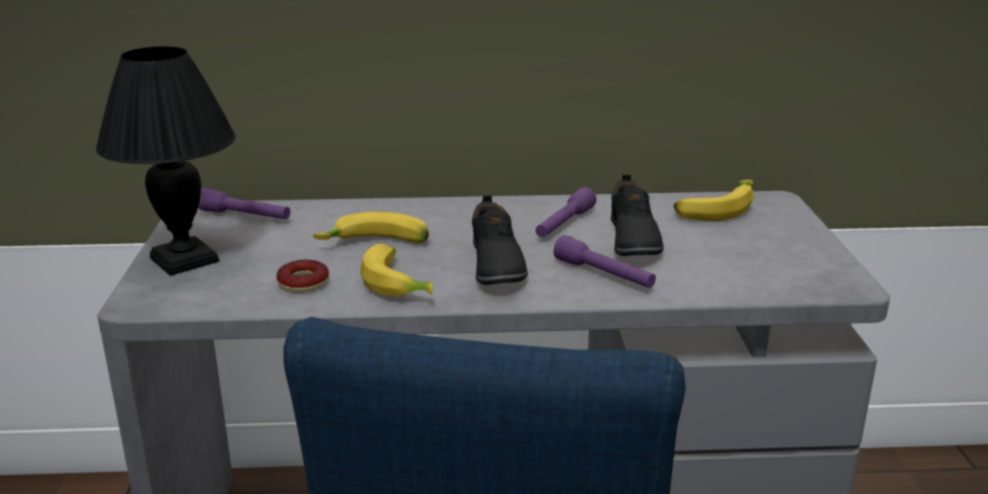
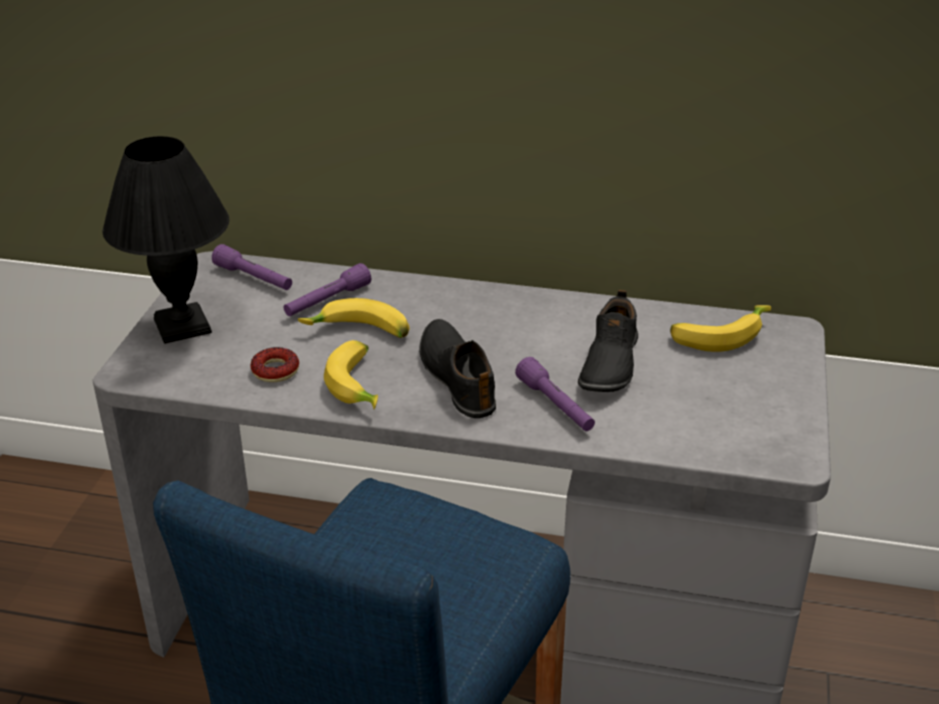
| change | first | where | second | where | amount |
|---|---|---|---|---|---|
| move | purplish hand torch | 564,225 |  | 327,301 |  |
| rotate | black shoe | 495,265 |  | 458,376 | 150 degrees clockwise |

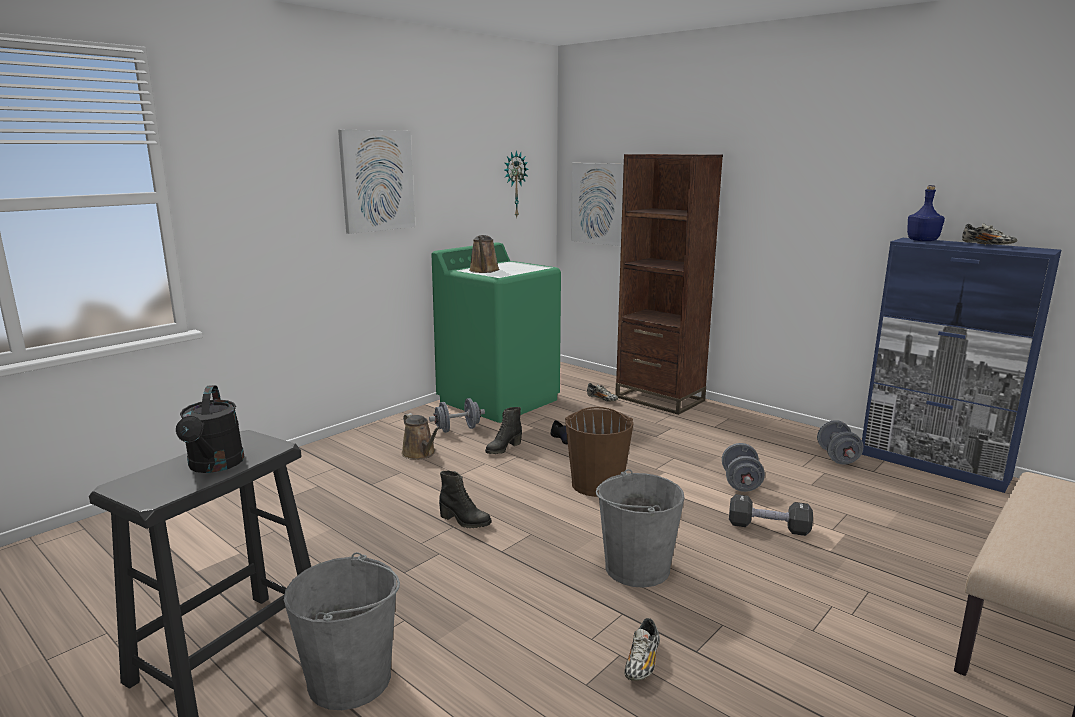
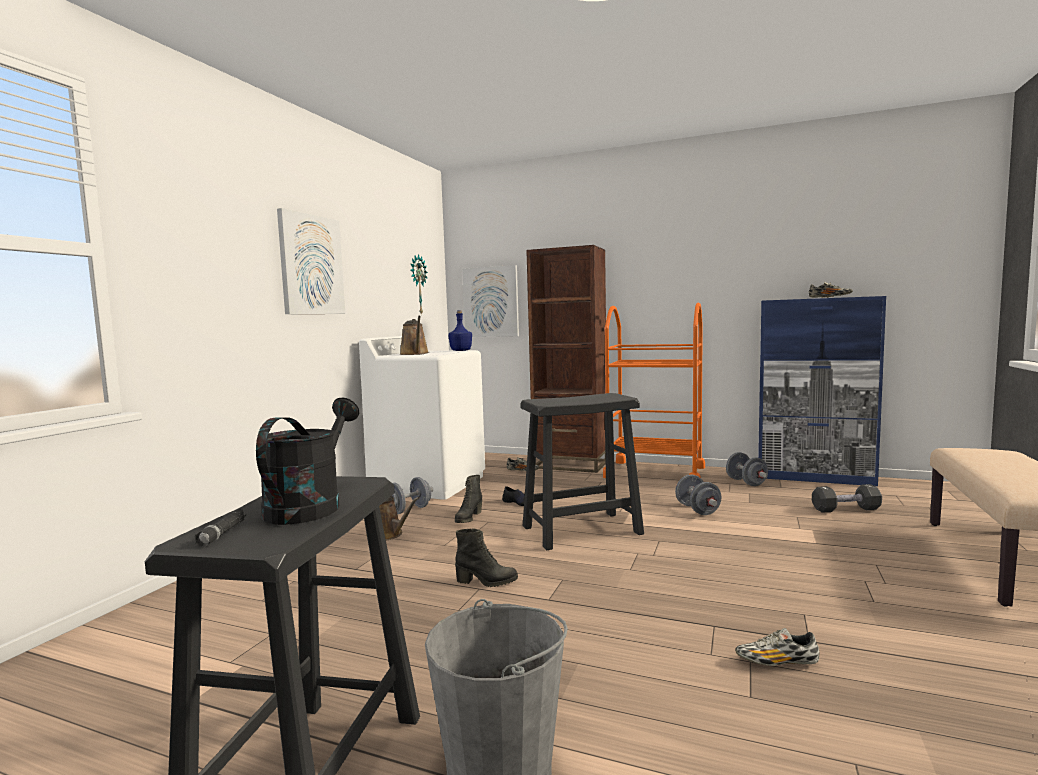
| change | first | where | second | where | amount |
|---|---|---|---|---|---|
| insert |  |  | black hand torch | 222,533 |  |
| rotate | black sprinkling can | 214,466 |  | 310,505 | 135 degrees counterclockwise |
| recolor | green-coloured laundry machine | 499,400 | white laundry machine | 429,483 |  |
| move | blue drink bottle | 923,241 |  | 461,351 |  |
| replace | brown bucket | 597,484 | black sitting stool | 582,530 |  |
| insert |  |  | orange-coloured cart | 654,472 |  |
| rotate | shoe | 642,662 |  | 777,662 | 90 degrees clockwise |
| move | black free weight | 768,527 |  | 846,509 |  |
| delete | greyish bucket | 636,568 |  |  |  |

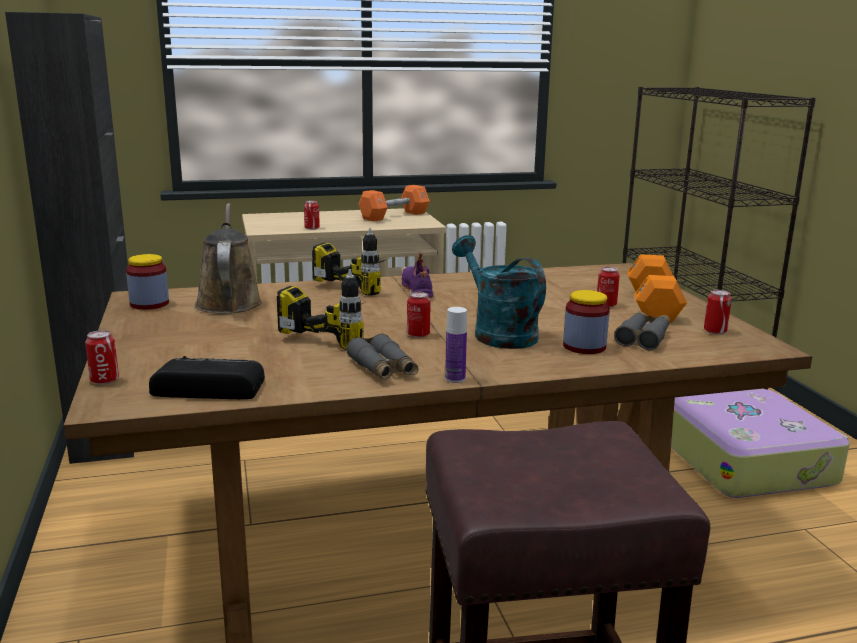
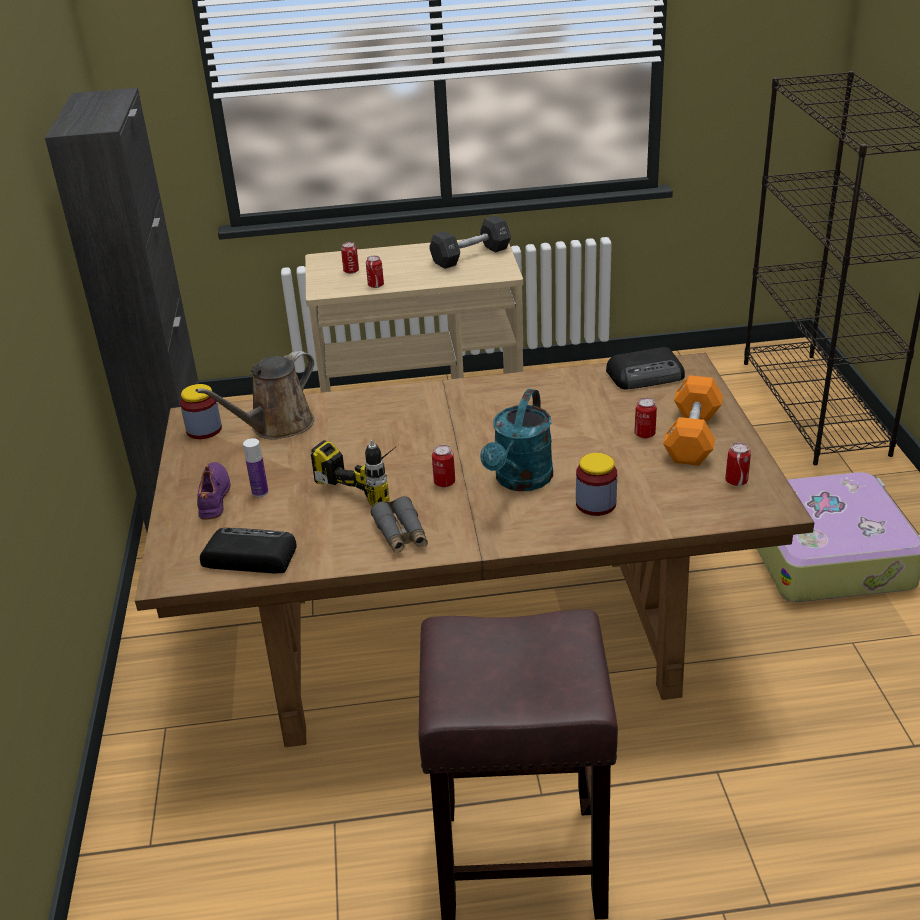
| change | first | where | second | where | amount |
|---|---|---|---|---|---|
| rotate | brown sprinkling can | 229,302 |  | 277,426 | 135 degrees counterclockwise |
| move | purplish shoe | 418,290 |  | 215,497 |  |
| move | drink bottle | 455,379 |  | 260,492 |  |
| move | can | 104,380 |  | 351,271 |  |
| recolor | orange-coloured free weight | 394,216 | black free weight | 471,256 |  |
| rotate | turquoise sprinkling can | 497,333 |  | 520,481 | 135 degrees counterclockwise |
| insert |  |  | radio set | 647,375 |  |
| delete | drill | 364,284 |  |  |  |
| delete | greyish field glasses | 644,337 |  |  |  |

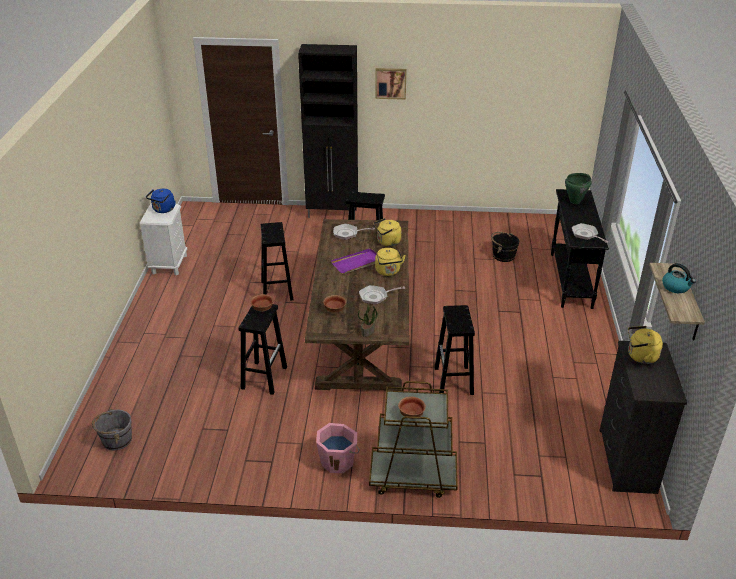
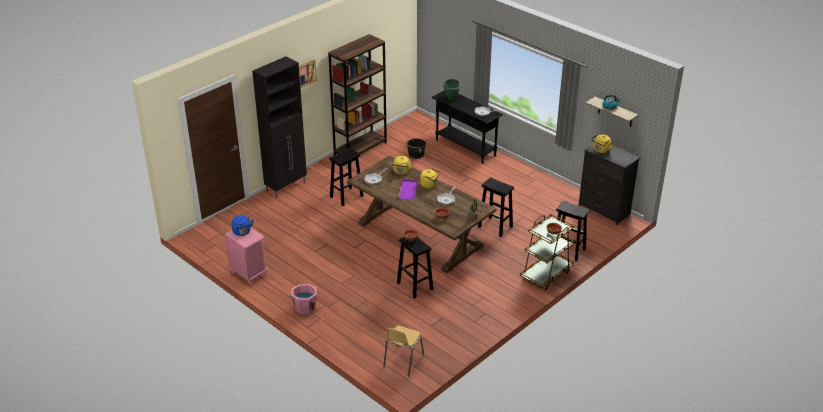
| change | first | where | second | where | amount |
|---|---|---|---|---|---|
| recolor | white night table | 169,264 | pink-coloured night table | 248,274 |  |
| move | pink-coloured bucket | 338,461 |  | 305,307 |  |
| insert |  |  | brown bookcase | 360,148 |  |
| replace | greyish bucket | 116,440 | yellow-coloured chair | 402,361 |  |
| move | black sitting stool | 276,290 |  | 567,251 |  |

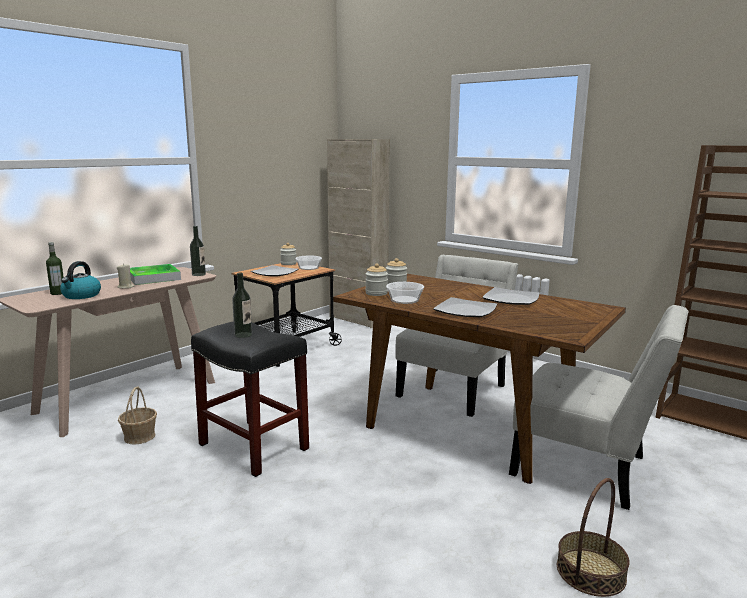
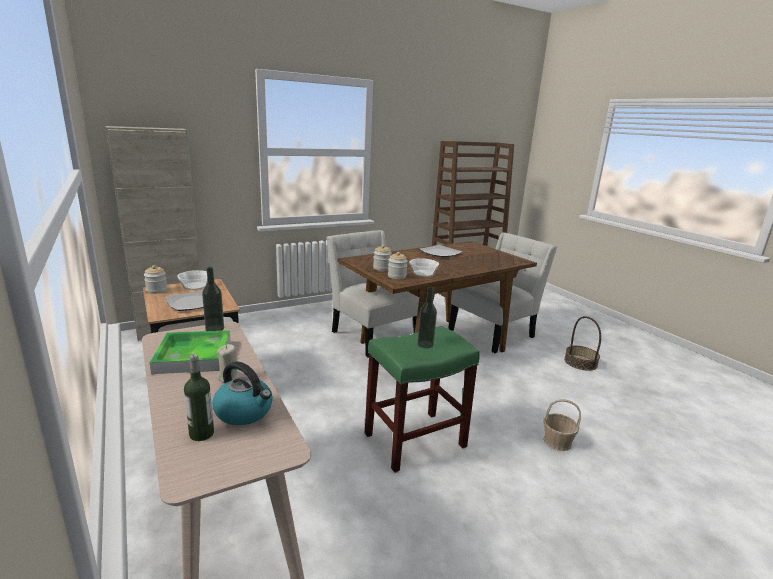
| change | first | where | second | where | amount |
|---|---|---|---|---|---|
| recolor | black sitting stool | 252,446 | green-coloured sitting stool | 414,441 |  |
| move | storage basket | 140,437 |  | 557,441 |  |
| delete | dinner plate | 466,310 |  |  |  |

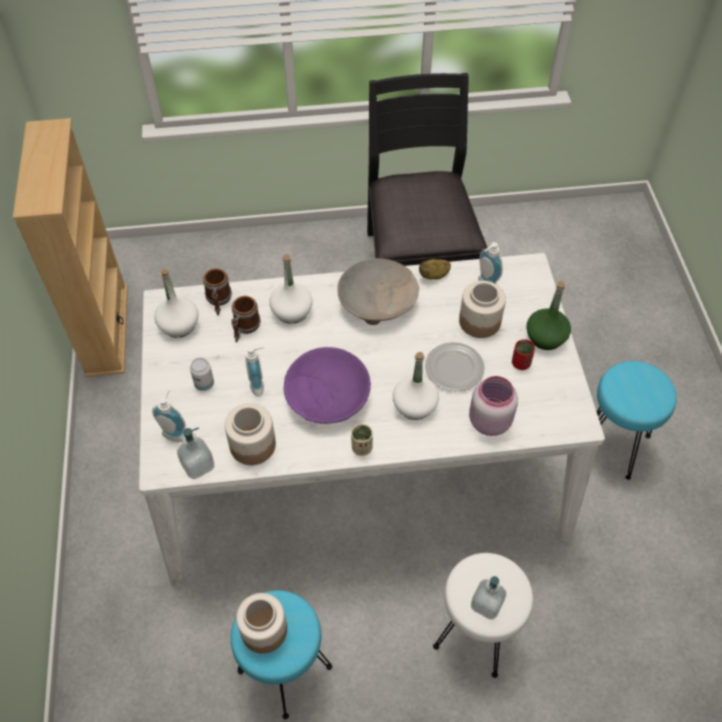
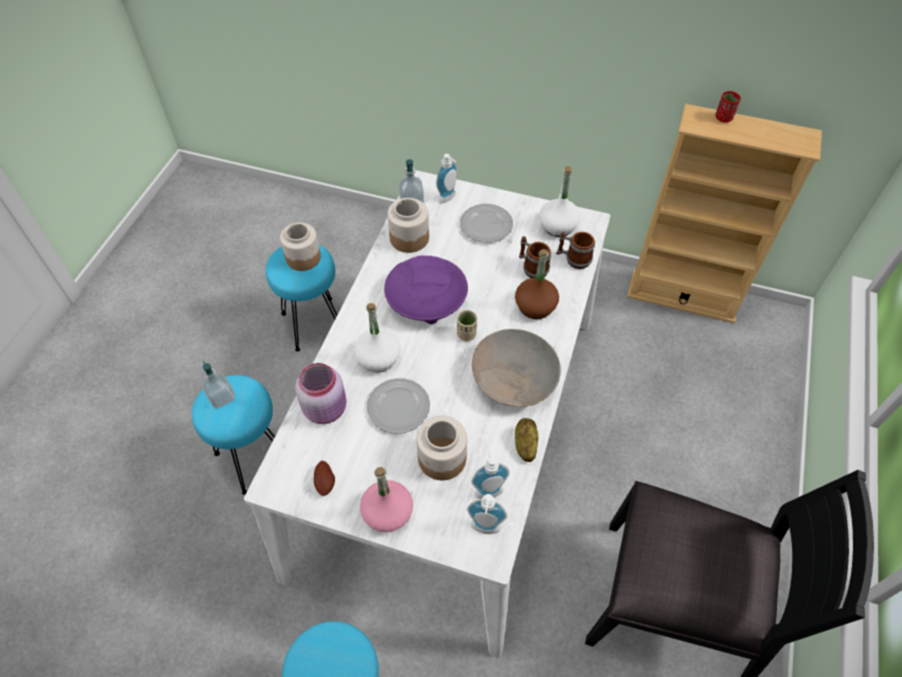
| change | first | where | second | where | amount |
|---|---|---|---|---|---|
| recolor | white sitting stool | 475,634 | turquoise sitting stool | 254,456 |  |
| insert |  |  | spud | 325,482 |  |
| recolor | green-coloured drink bottle | 545,337 | pink-coloured drink bottle | 387,513 |  |
| move | beige-coloured drinking cup | 361,448 |  | 466,334 |  |
| replace | can | 204,384 | dinner plate | 486,226 |  |
| move | liquid soap bottle | 260,385 |  | 484,530 |  |
| recolor | white drink bottle | 292,311 | brown drink bottle | 535,306 |  |
| move | reddish drinking cup | 520,363 |  | 723,118 |  |

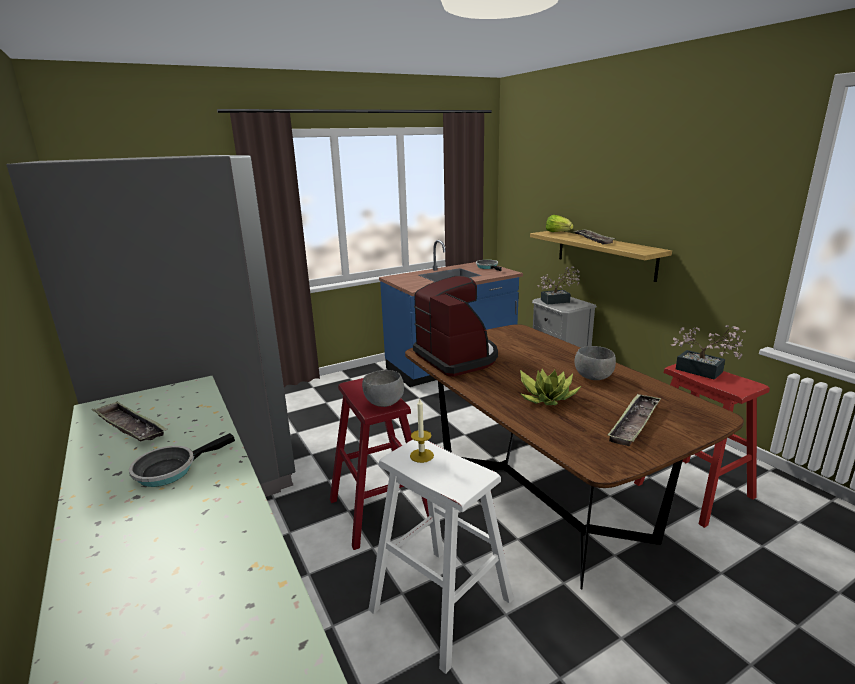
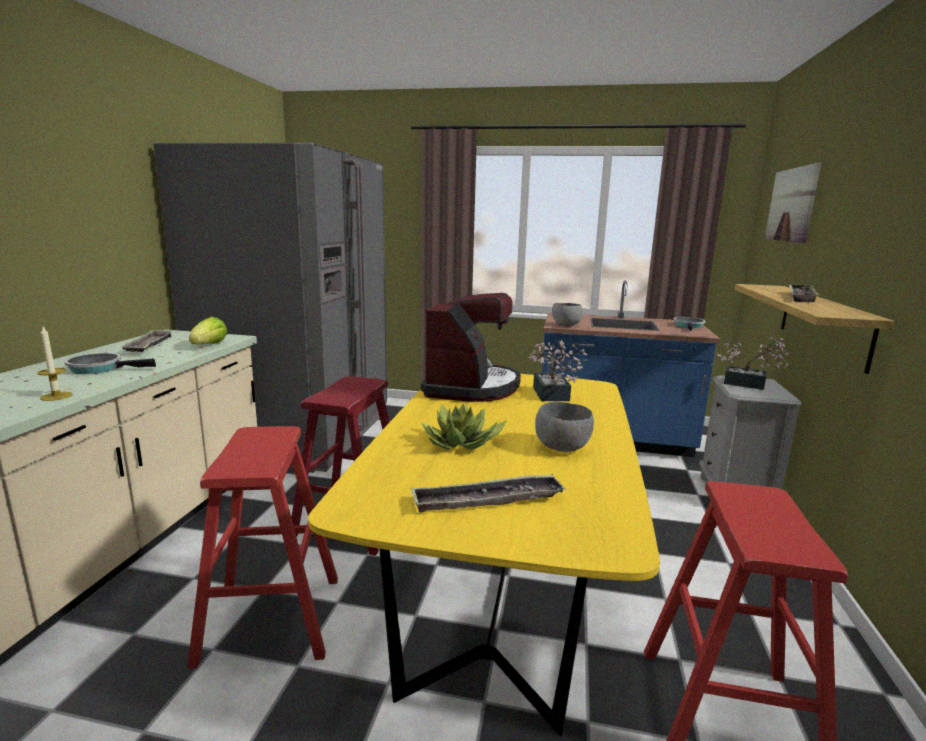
| change | first | where | second | where | amount |
|---|---|---|---|---|---|
| move | candle | 421,455 |  | 56,396 |  |
| recolor | white sitting stool | 441,604 | reddish sitting stool | 271,618 |  |
| move | lettuce head | 558,232 |  | 209,345 |  |
| recolor | brown kitchen table | 539,498 | yellow-coloured kitchen table | 498,596 |  |
| move | potted plant | 704,372 |  | 551,396 |  |
| move | greyish bowl | 383,403 |  | 565,325 |  |
| insert |  |  | picture | 791,205 |  |

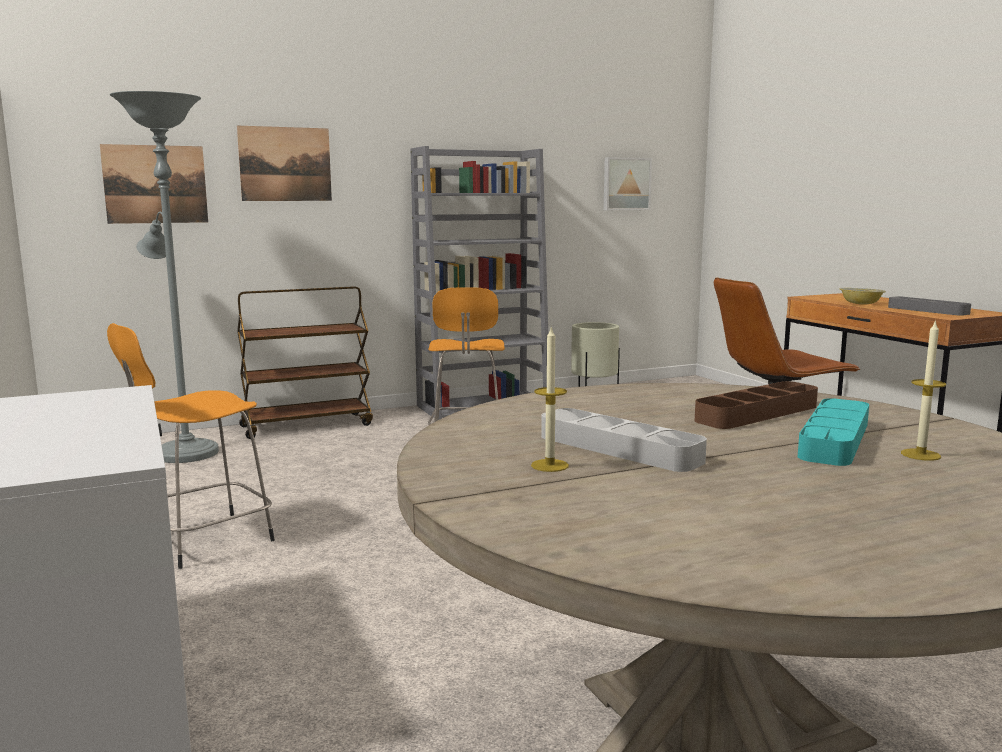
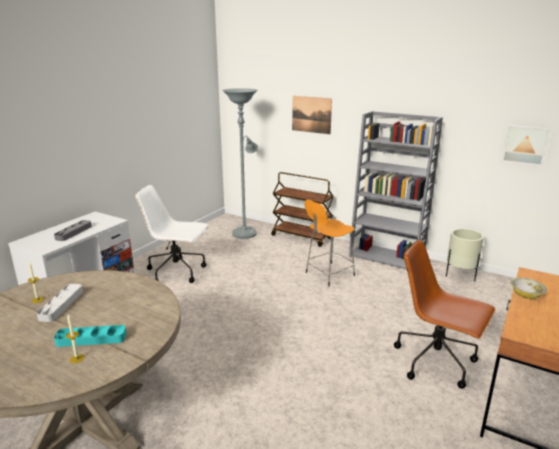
| change | first | where | second | where | amount |
|---|---|---|---|---|---|
| move | greyish serving tray | 927,310 |  | 74,232 |  |
| replace | orange-coloured sitting stool | 203,541 | white office chair | 177,272 |  |
| delete | picture | 155,184 |  |  |  |
| delete | brown serving tray | 757,413 |  |  |  |

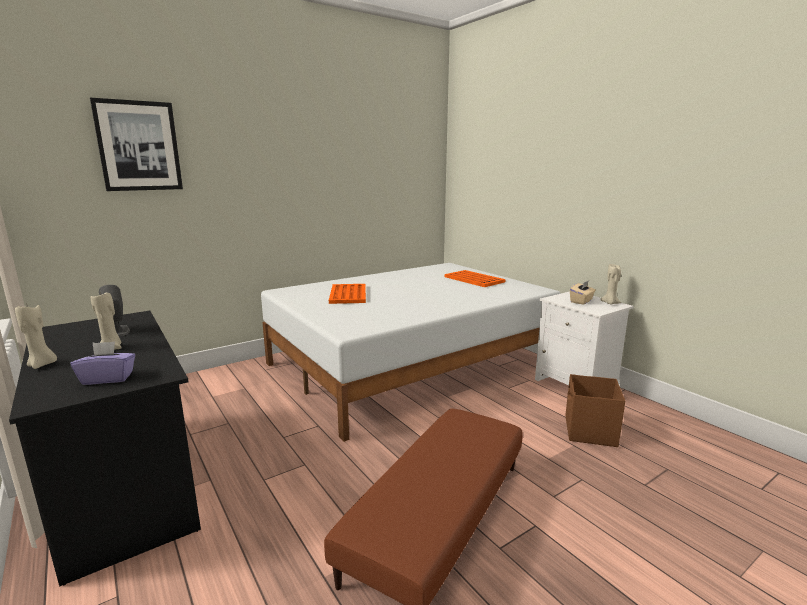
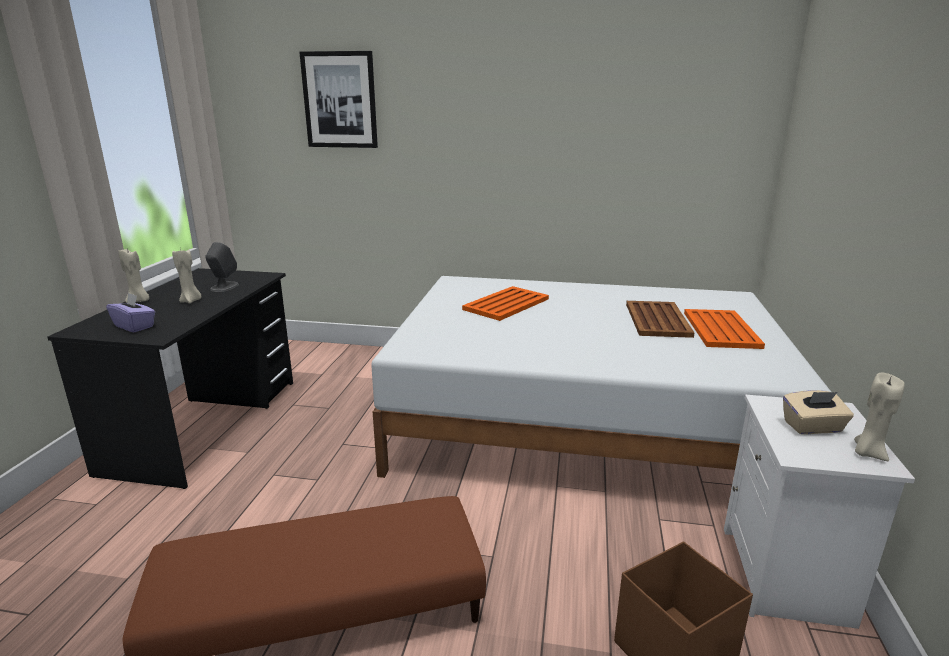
| change | first | where | second | where | amount |
|---|---|---|---|---|---|
| insert |  |  | brown serving tray | 657,319 |  |

